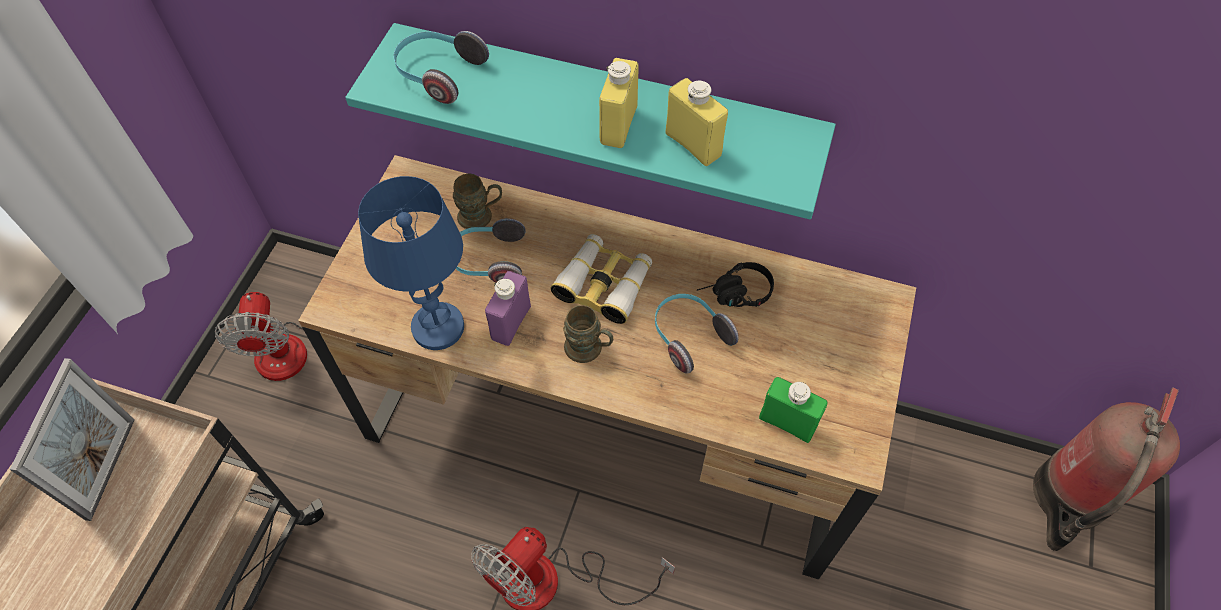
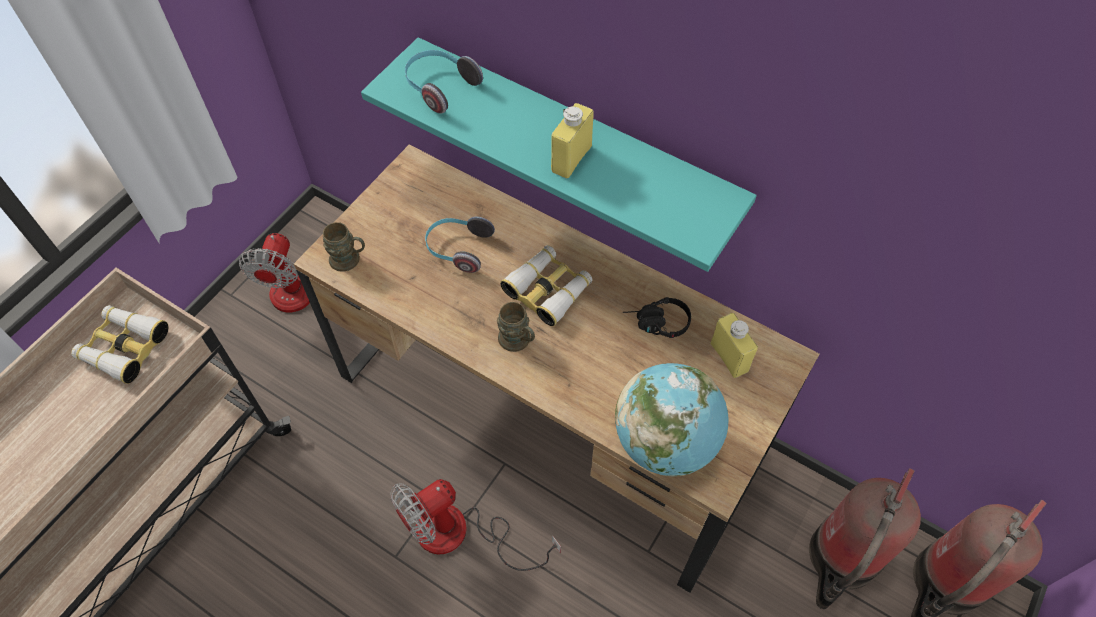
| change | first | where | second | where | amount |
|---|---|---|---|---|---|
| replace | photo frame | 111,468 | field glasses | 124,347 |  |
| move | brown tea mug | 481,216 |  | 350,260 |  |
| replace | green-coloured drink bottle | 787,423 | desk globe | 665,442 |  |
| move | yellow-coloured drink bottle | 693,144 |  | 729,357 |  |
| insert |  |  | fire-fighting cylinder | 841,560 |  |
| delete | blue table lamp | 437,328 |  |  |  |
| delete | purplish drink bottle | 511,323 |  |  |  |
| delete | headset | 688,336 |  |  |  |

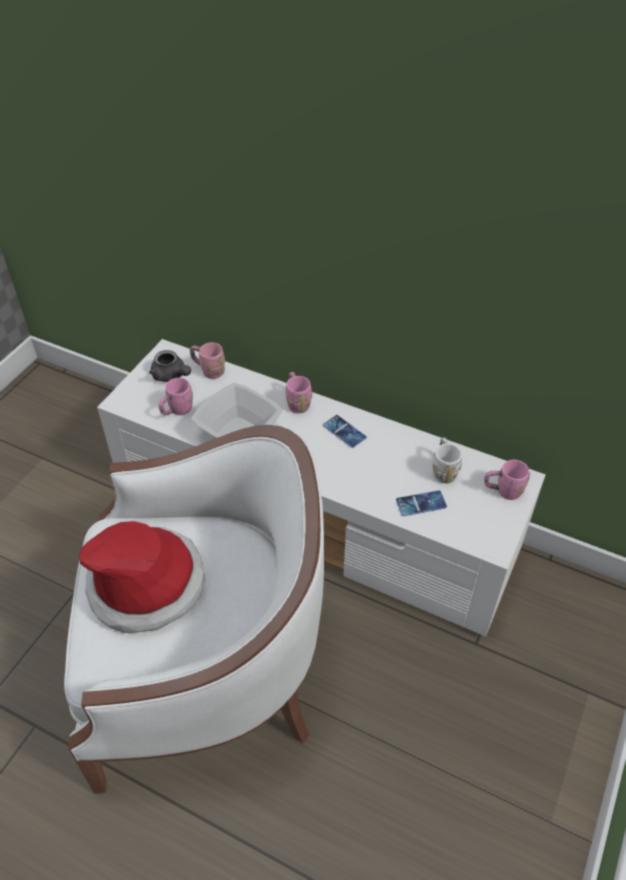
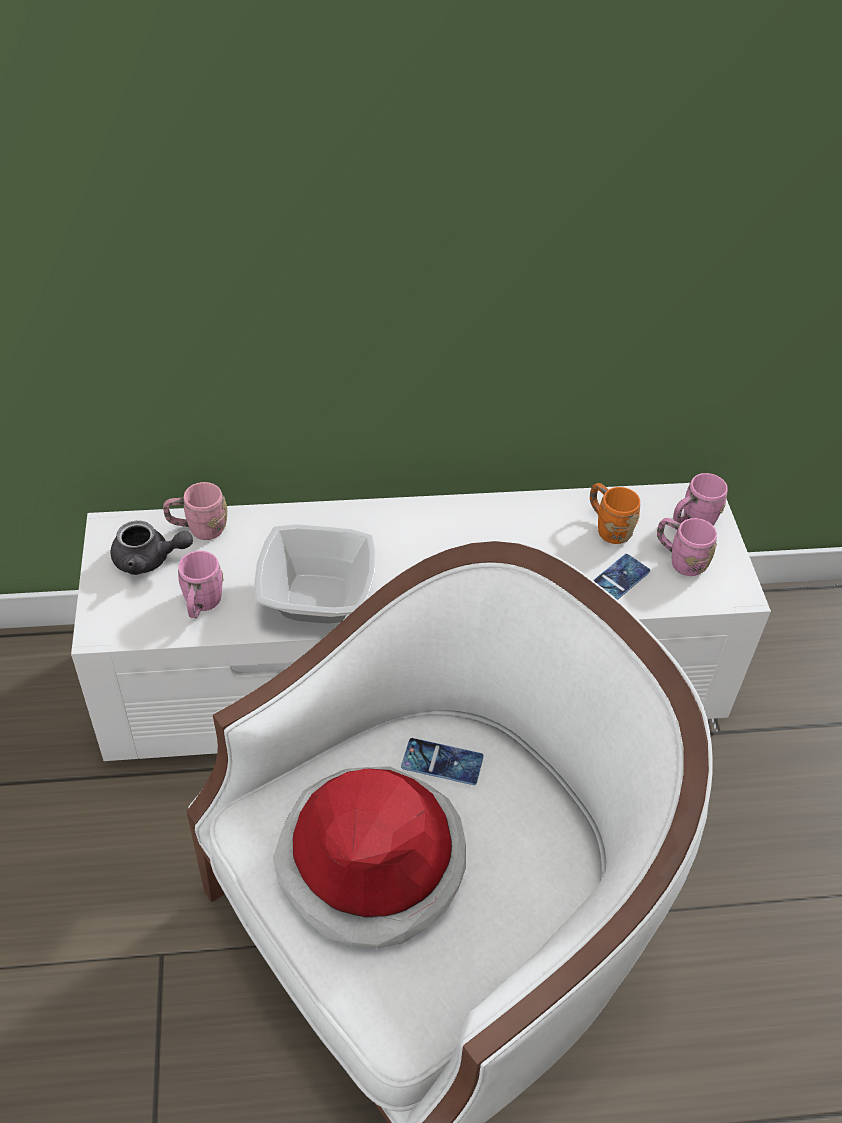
| change | first | where | second | where | amount |
|---|---|---|---|---|---|
| move | handset | 344,431 |  | 442,762 |  |
| recolor | white tea mug | 443,470 | orange-coloured tea mug | 608,527 |  |
| move | pink-coloured tea mug | 297,402 |  | 680,560 |  |

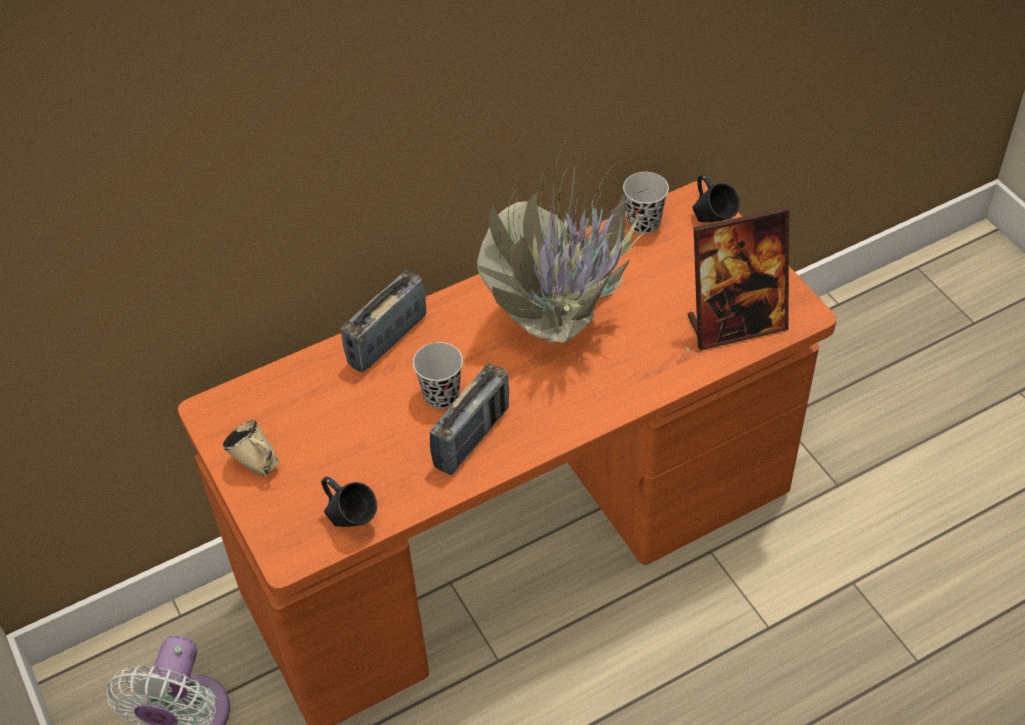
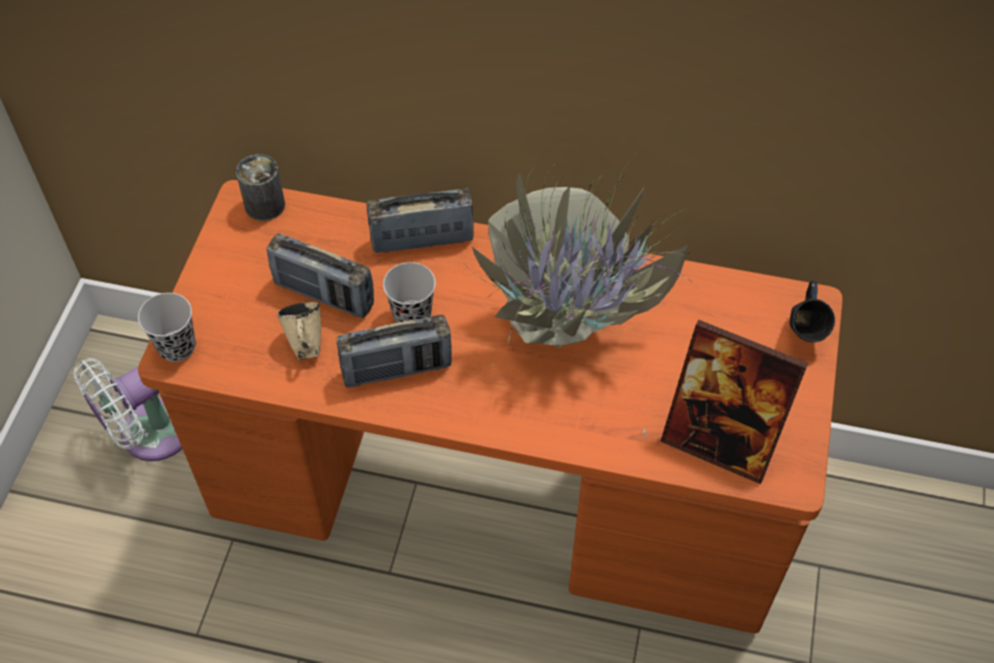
| change | first | where | second | where | amount |
|---|---|---|---|---|---|
| move | black drinking cup | 644,223 |  | 177,347 |  |
| insert |  |  | can | 265,205 |  |
| insert |  |  | radio set | 324,295 |  |
| move | beige-coloured tea mug | 256,465 |  | 305,345 |  |
| delete | blue tea mug | 351,522 |  |  |  |

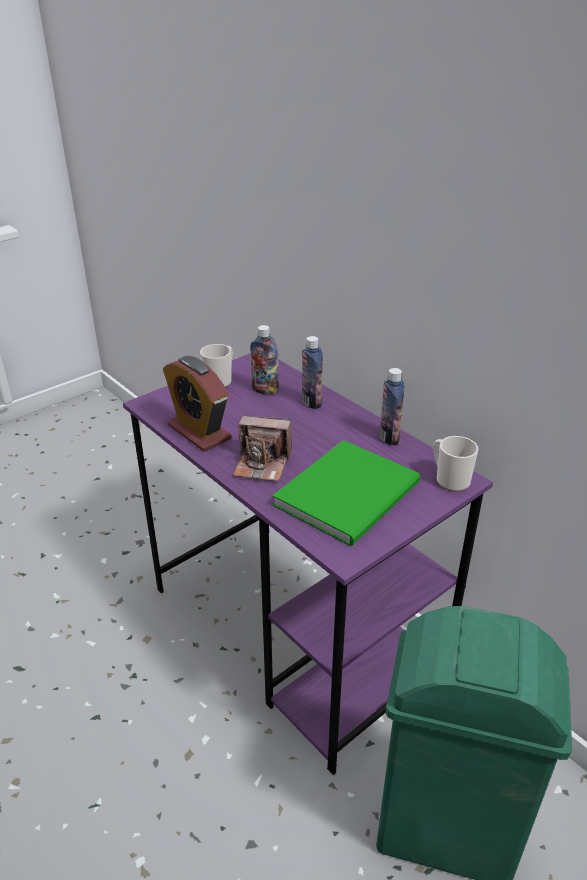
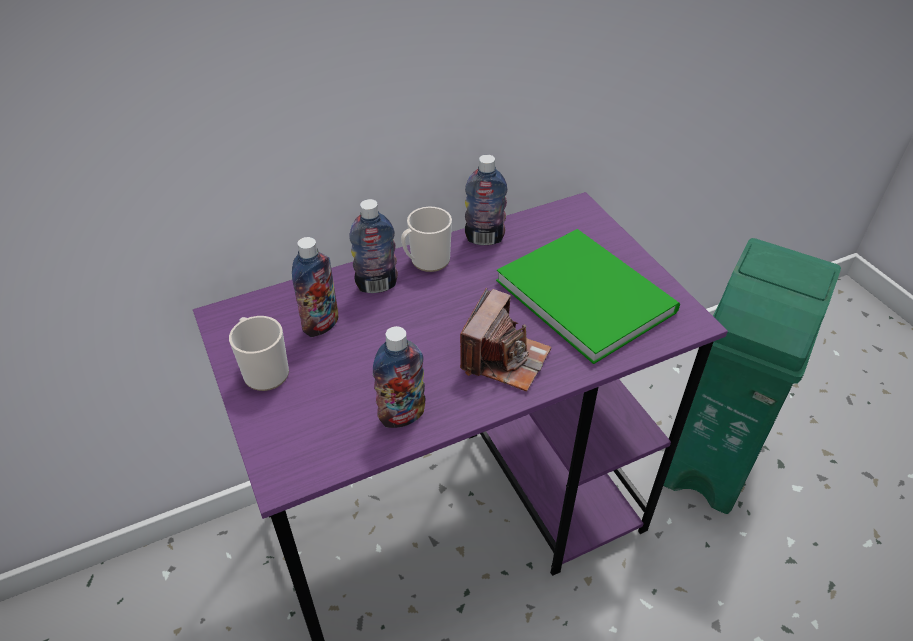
| change | first | where | second | where | amount |
|---|---|---|---|---|---|
| replace | bedside clock | 199,432 | drink bottle | 402,415 |  |
| move | tea mug | 449,479 |  | 426,261 |  |

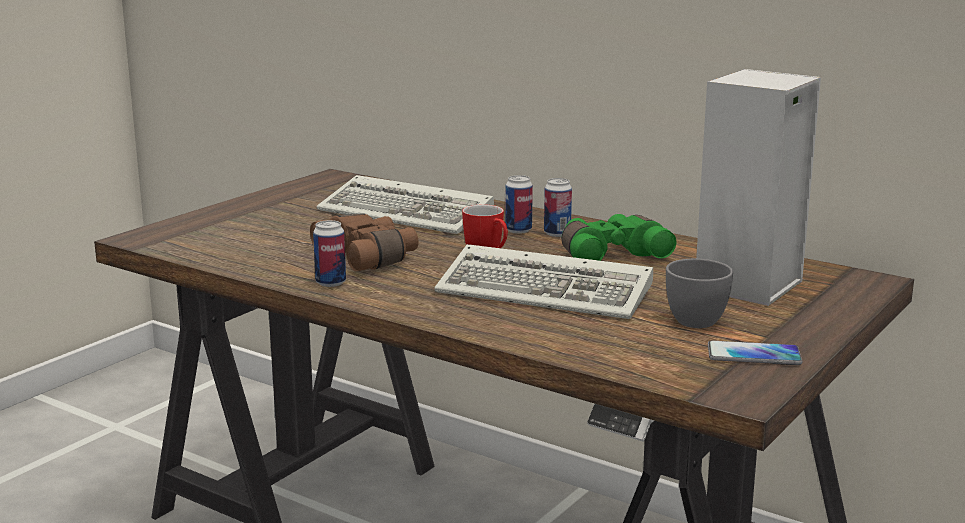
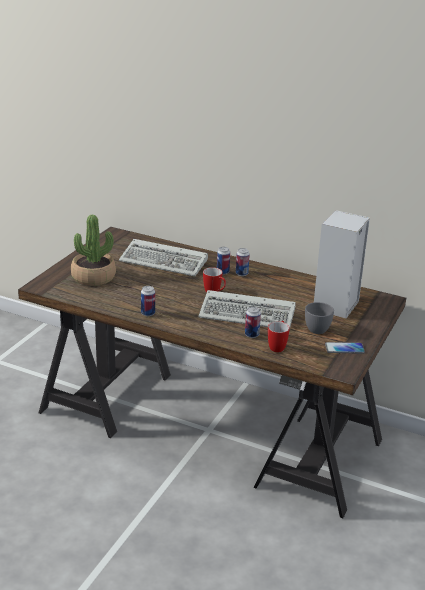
| change | first | where | second | where | amount |
|---|---|---|---|---|---|
| insert |  |  | potted plant | 93,277 |  |
| insert |  |  | can | 252,335 |  |
| insert |  |  | tea mug | 278,346 |  |
| delete | brown field glasses | 369,257 |  |  |  |
| delete | green-coloured field glasses | 610,254 |  |  |  |

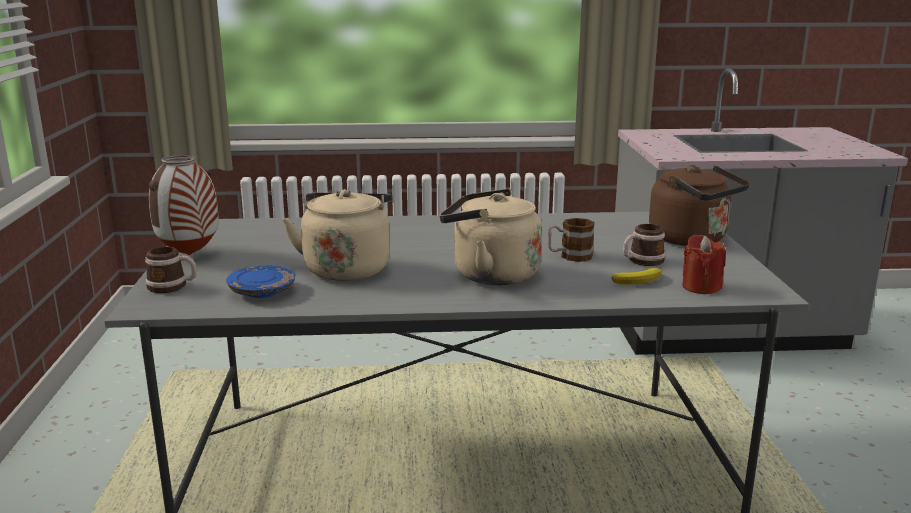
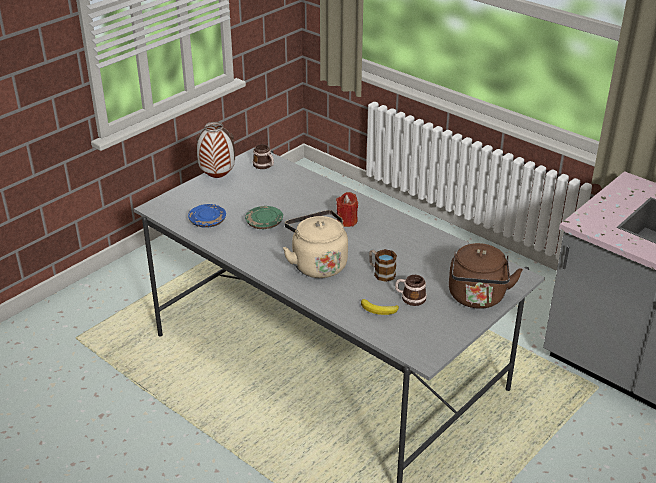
| change | first | where | second | where | amount |
|---|---|---|---|---|---|
| replace | beige-coloured tea kettle | 347,268 | green-coloured dinner plate | 264,223 |  |
| move | tea mug | 173,287 |  | 264,166 |  |
| move | reddish candle | 701,287 |  | 347,221 |  |

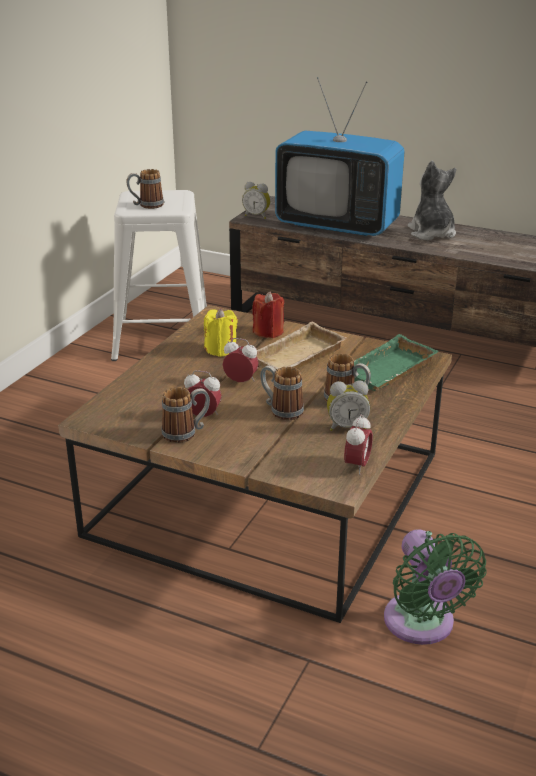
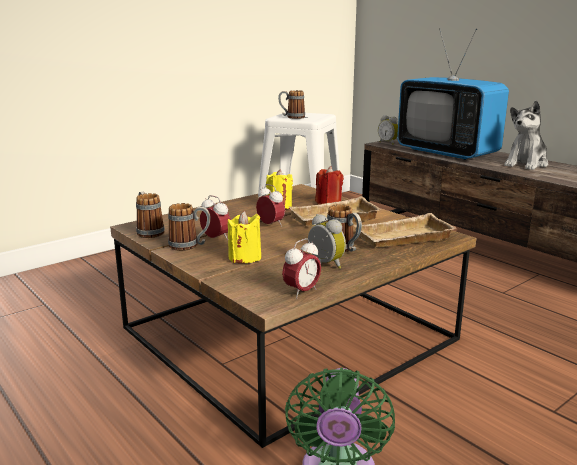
| change | first | where | second | where | amount |
|---|---|---|---|---|---|
| move | tea mug | 281,410 |  | 148,231 |  |
| insert |  |  | yellow-coloured candle | 245,258 |  |
| rotate | bedside clock | 346,426 |  | 324,265 | 150 degrees counterclockwise |
| recolor | green-coloured serving tray | 389,372 | beige-coloured serving tray | 403,239 |  |
| rotate | cuddly toy | 431,233 |  | 526,164 | 150 degrees counterclockwise |

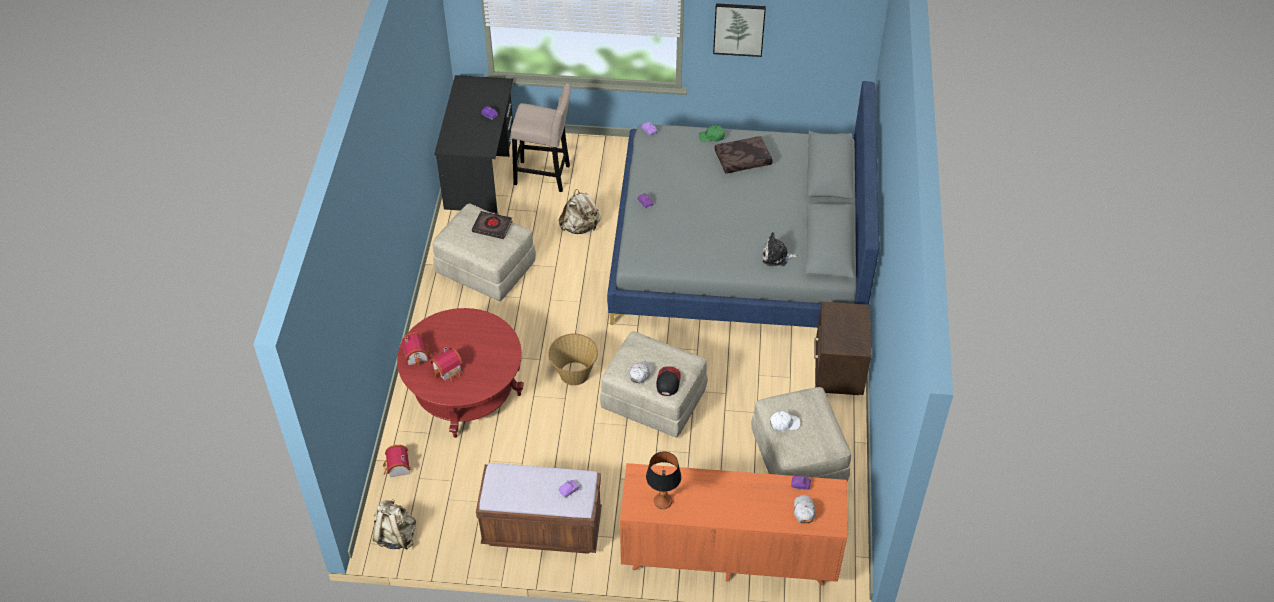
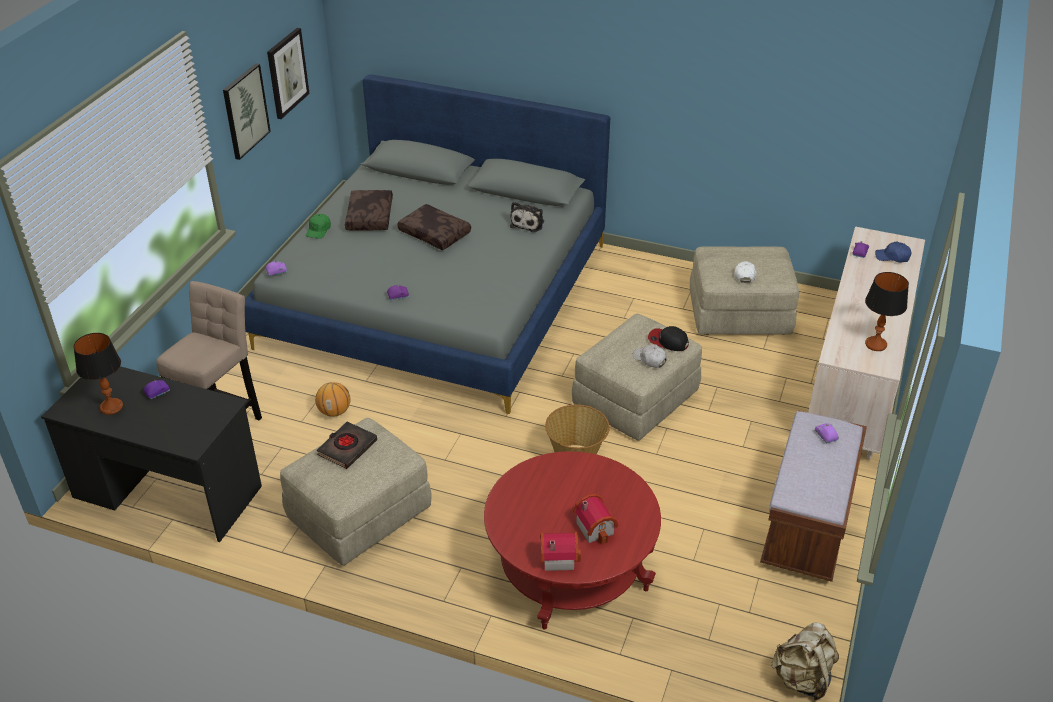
| change | first | where | second | where | amount |
|---|---|---|---|---|---|
| insert |  |  | table lamp | 111,407 |  |
| insert |  |  | picture | 287,73 |  |
| replace | beige-coloured rucksack | 580,227 | basketball | 334,412 |  |
| insert |  |  | brown cushion | 435,233 |  |
| recolor | orange-coloured chest of drawers | 728,553 | beige-coloured chest of drawers | 854,384 |  |
| recolor | white peaked cap | 804,511 | blue peaked cap | 892,257 |  |
| delete | miniature house | 397,468 |  |  |  |
| delete | brown night table | 837,372 |  |  |  |

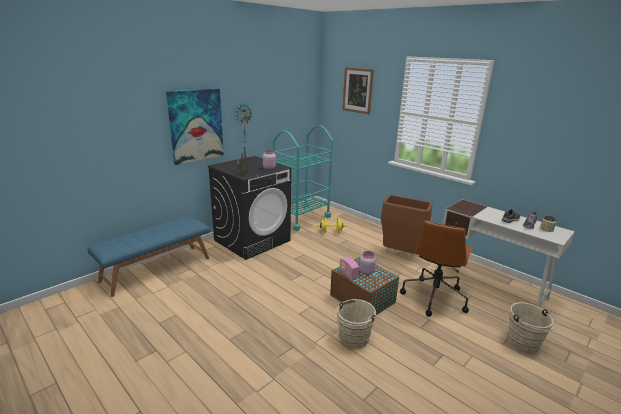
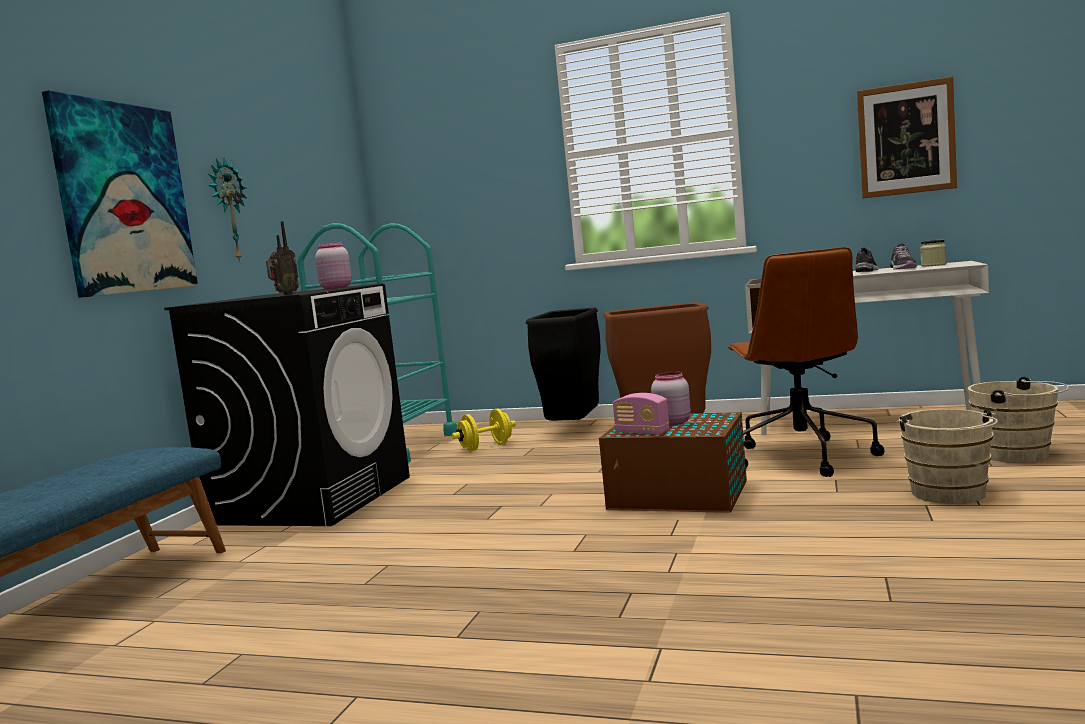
| change | first | where | second | where | amount |
|---|---|---|---|---|---|
| insert |  |  | black rubbish bin | 573,431 |  |
| move | picture | 357,90 |  | 906,139 |  |
| move | beige-coloured bucket | 352,339 |  | 949,495 |  |

